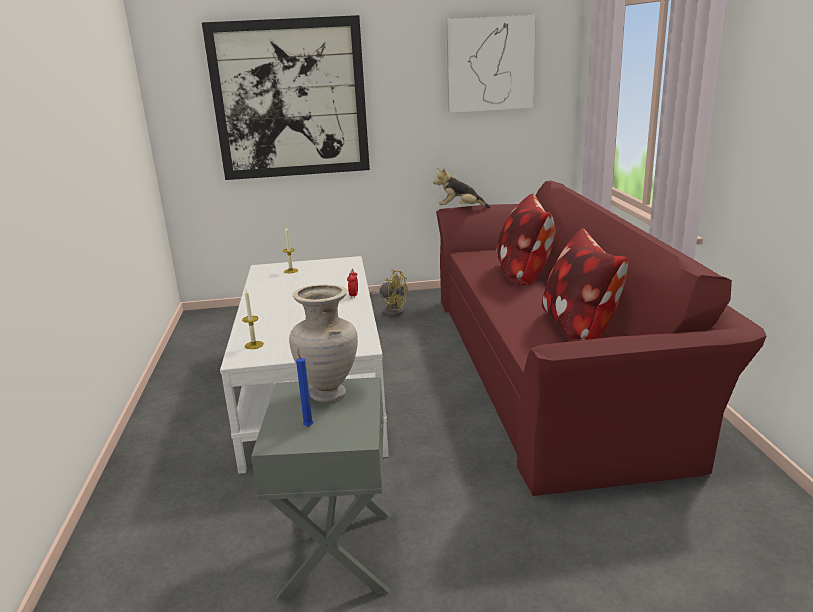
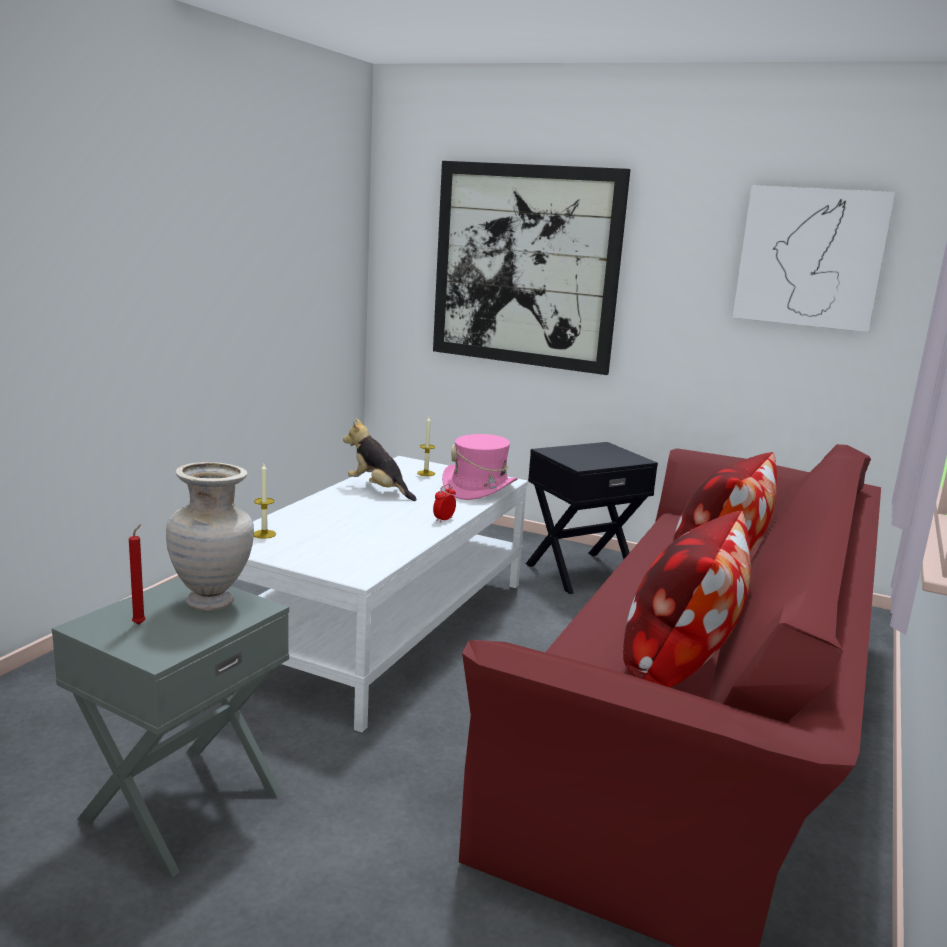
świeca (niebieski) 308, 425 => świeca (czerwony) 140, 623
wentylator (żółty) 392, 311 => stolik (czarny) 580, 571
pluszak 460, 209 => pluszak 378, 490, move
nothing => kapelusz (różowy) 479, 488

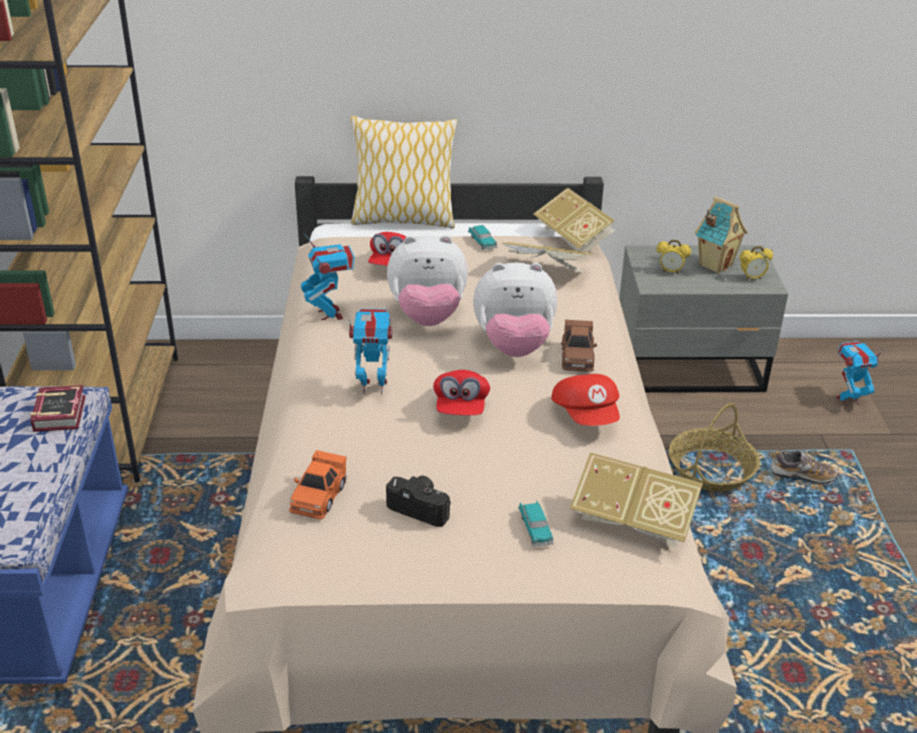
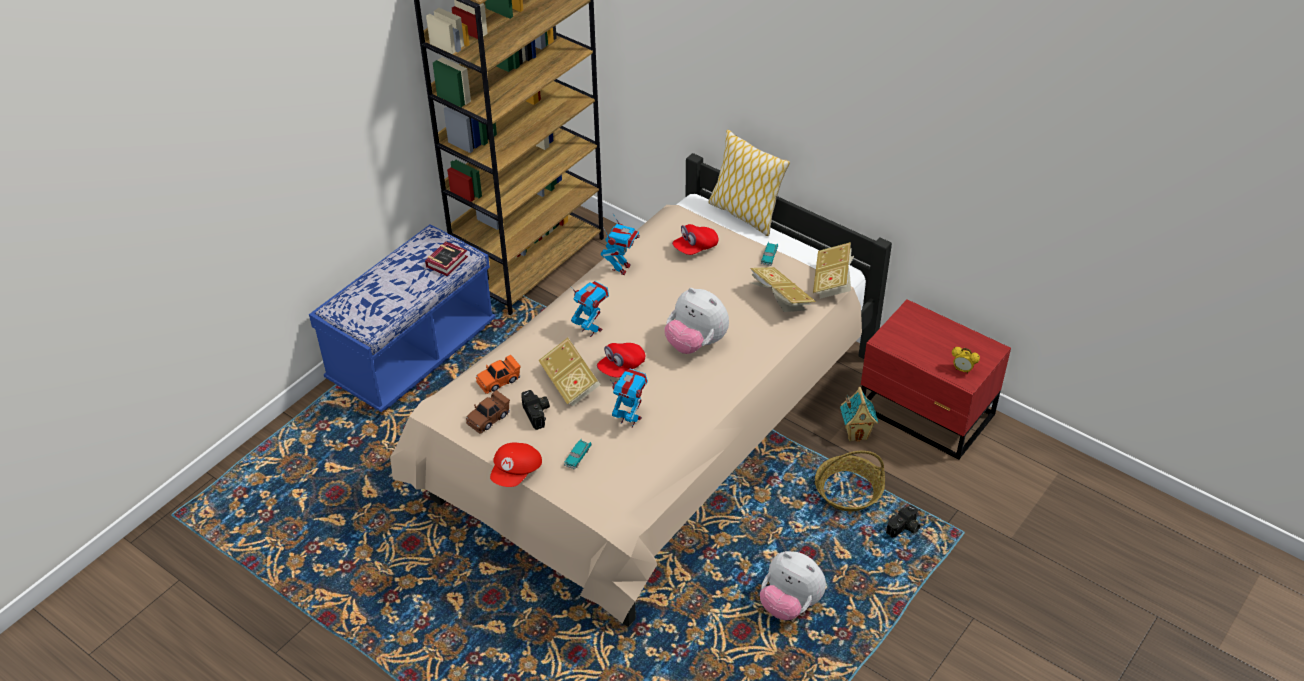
pluszak 428, 317 => pluszak 790, 604, move
czapka z daszkiem (czerwony) 587, 415 => czapka z daszkiem (czerwony) 517, 472, move
samochodzik (brązowy) 577, 356 => samochodzik (brązowy) 488, 418, move
książka 633, 520 => książka 571, 384, move
szafka nocna (szary) 691, 368 => szafka nocna (czerwony) 926, 414
budzik 670, 272 => nothing
domek 715, 265 => domek 856, 433, move
but 802, 476 => aparat fotograficzny 904, 529
robot zabawkowy 848, 400 => robot zabawkowy 630, 419, move

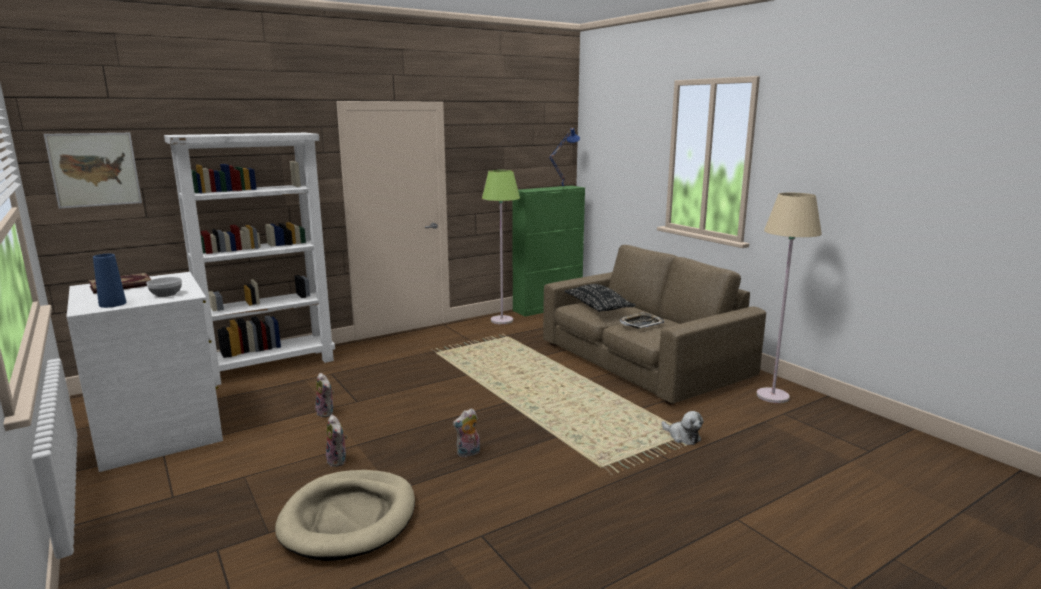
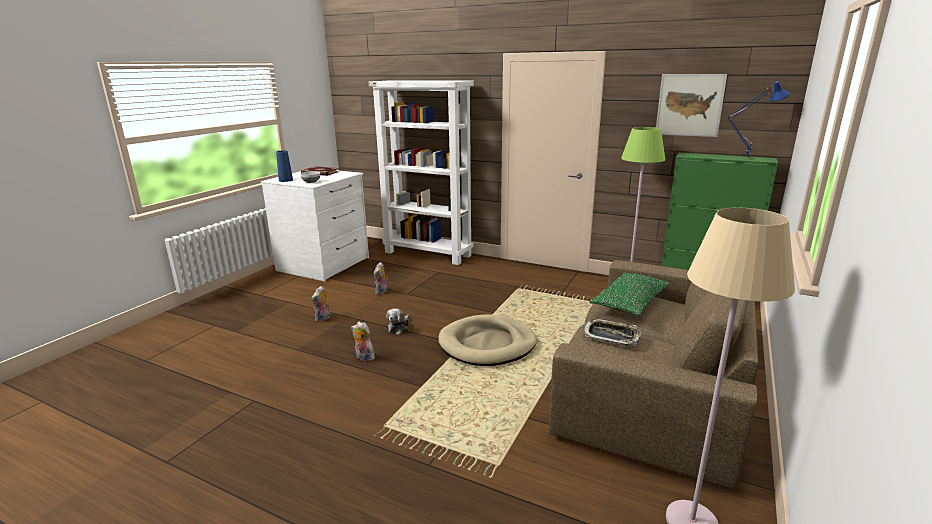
obraz 95, 169 => obraz 689, 105, move
legowisko (beżowy) 349, 518 => legowisko (beżowy) 487, 344, move
poduszka (czarny) 598, 307 => poduszka (zielony) 629, 303
pluszak 682, 437 => pluszak 399, 328, move

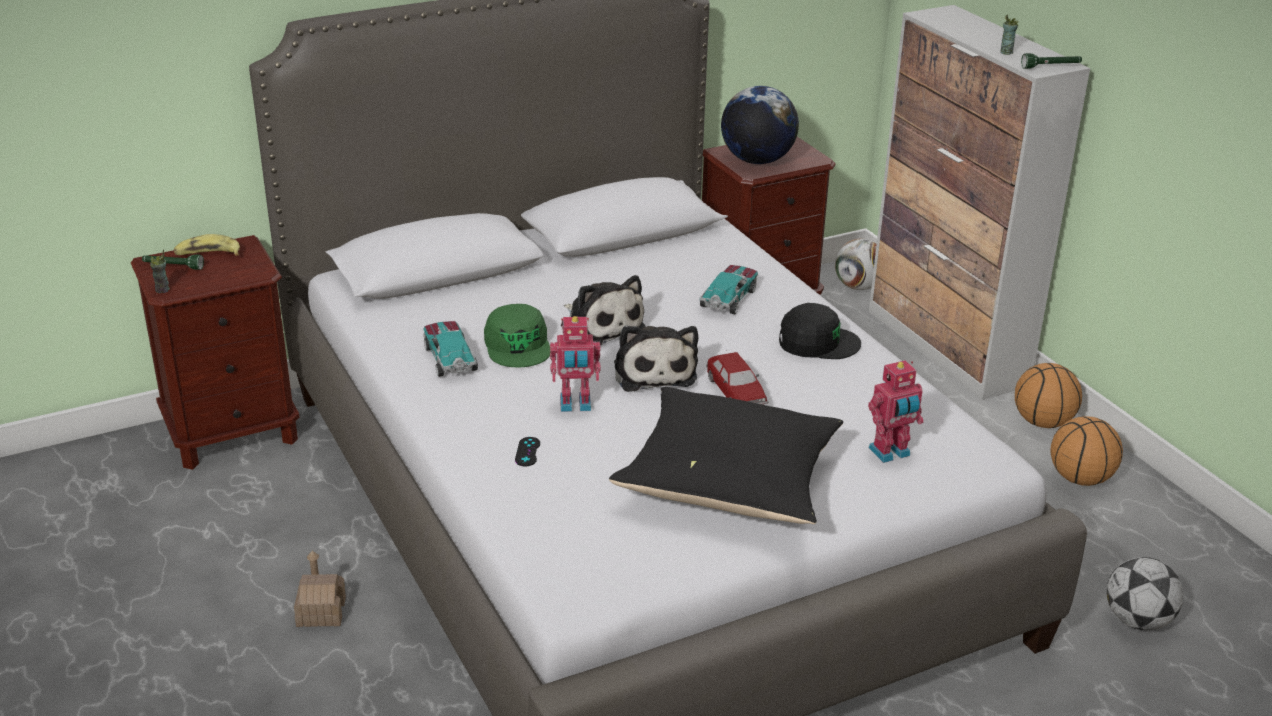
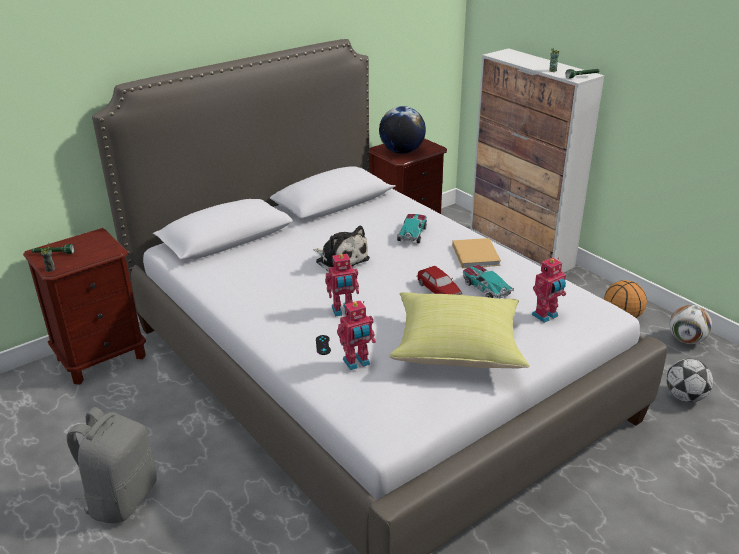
banan 208, 255 => nothing
domek 321, 612 => nothing
samochodzik 450, 358 => samochodzik 486, 288, move
czapka z daszkiem (zielony) 518, 345 => nothing
poduszka (czarny) 731, 485 => poduszka (żółty) 458, 349
pluszak 653, 371 => nothing
czapka z daszkiem (czarny) 817, 342 => książka (beżowy) 475, 254
piłka futbolowa 858, 287 => piłka futbolowa 686, 340, move
piłka do koszykówki 1041, 422 => nothing
nothing => plecak (szary) 121, 498
nothing => robot zabawkowy 357, 363

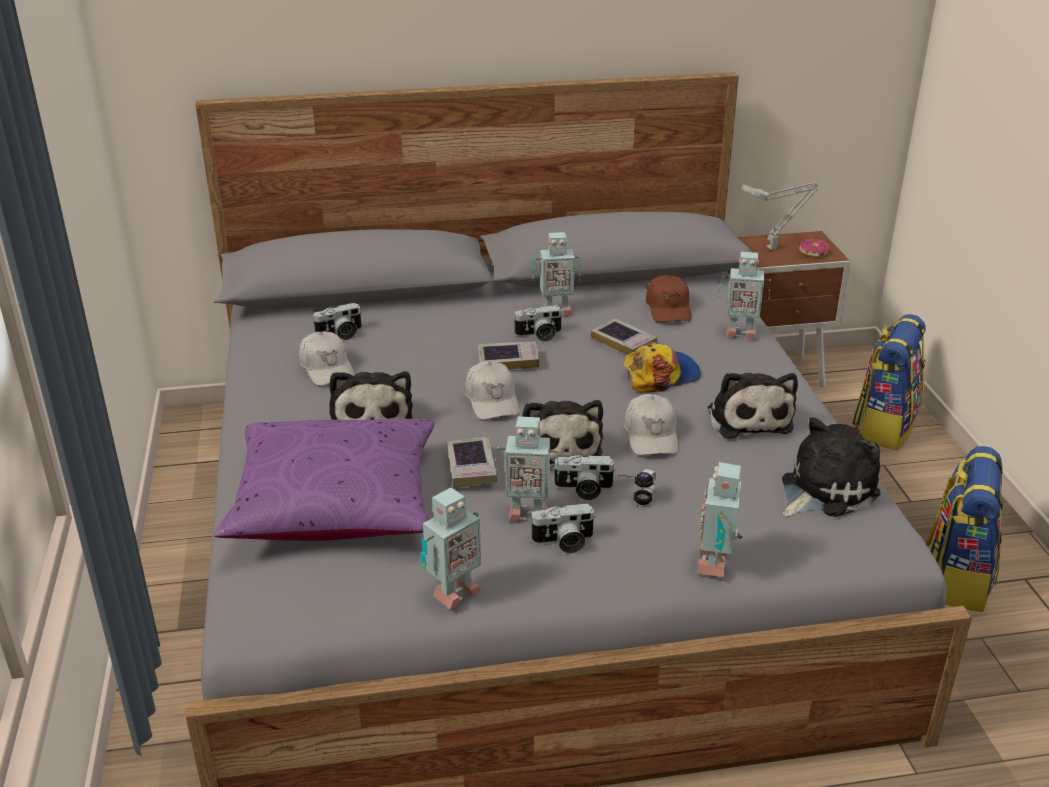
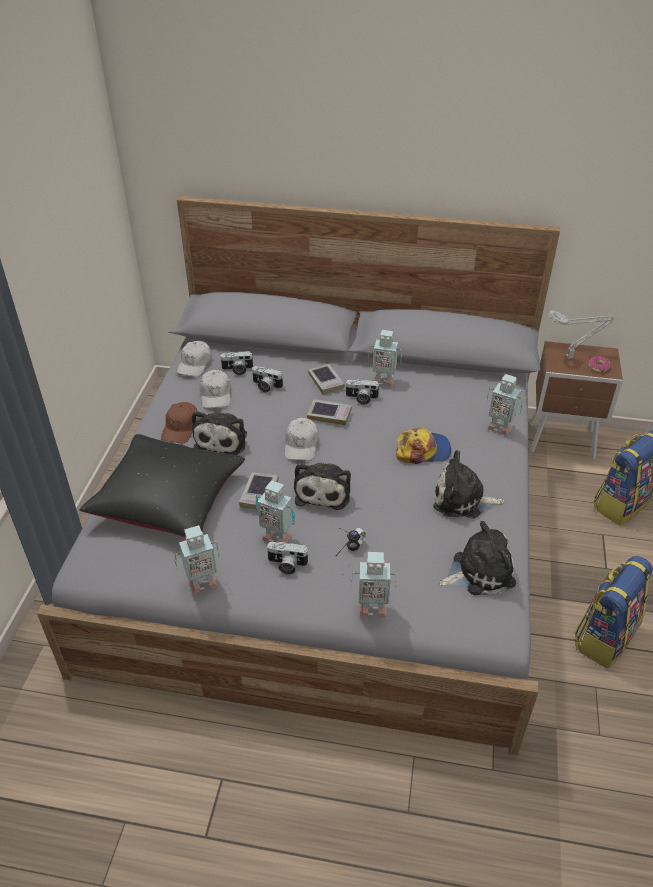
poduszka (fioletowy) 335, 503 => poduszka (czarny) 167, 499
aparat fotograficzny 583, 490 => aparat fotograficzny 266, 386, move
książka 623, 342 => książka 326, 381, move
czapka z daszkiem (biały) 651, 435 => czapka z daszkiem (biały) 195, 364, move
czapka z daszkiem (brązowy) 668, 309 => czapka z daszkiem (brązowy) 181, 428, move
robot zabawkowy 716, 563 => robot zabawkowy 372, 608, 120 degrees counterclockwise
pluszak 748, 417 => pluszak 462, 499, 90 degrees clockwise

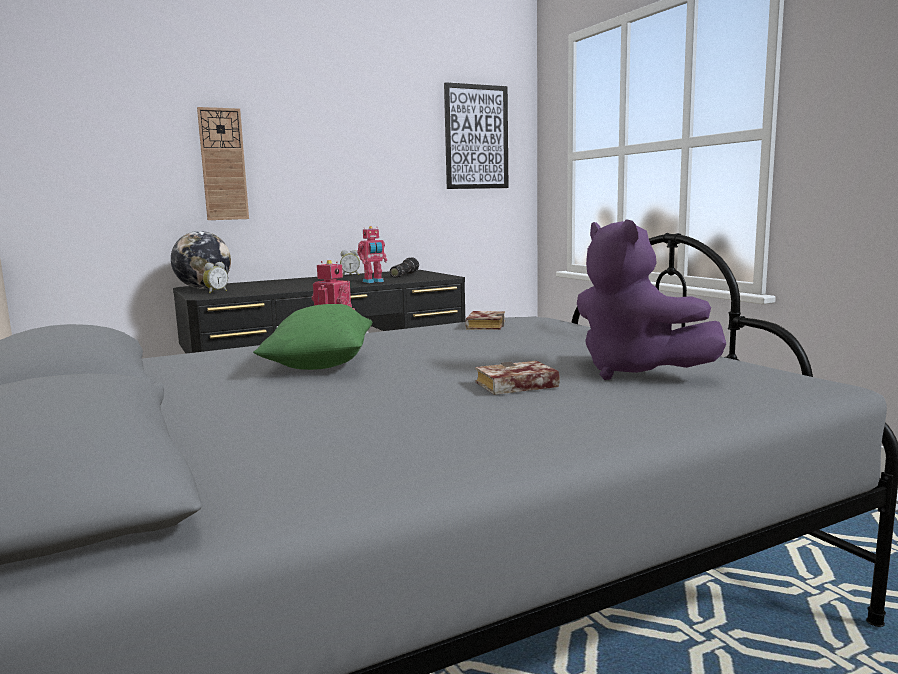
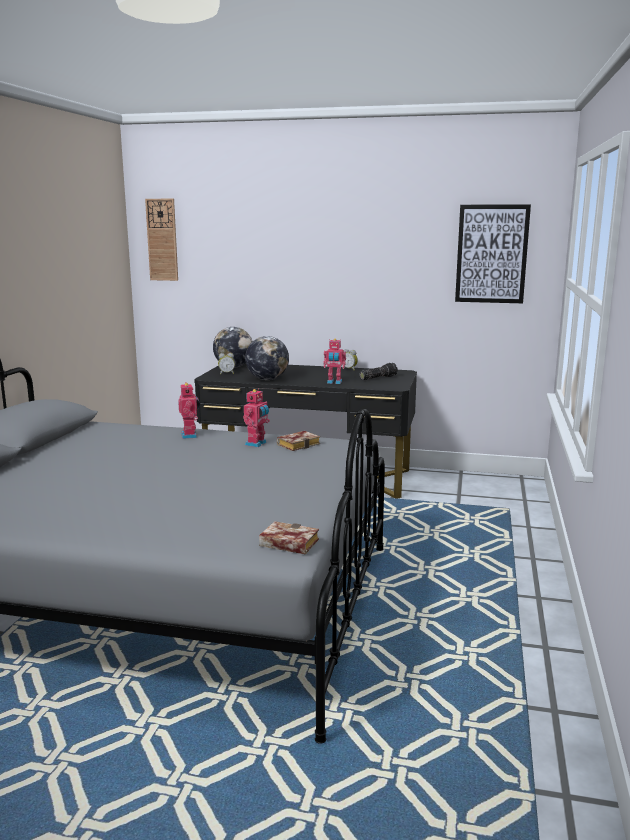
zegar ścienny 223, 164 => zegar ścienny 162, 240, move
poduszka (zielony) 319, 365 => nothing
książka 514, 386 => książka 286, 543, move
pluszak (fioletowy) 634, 372 => nothing
nothing => robot zabawkowy 257, 444
nothing => globus 267, 379

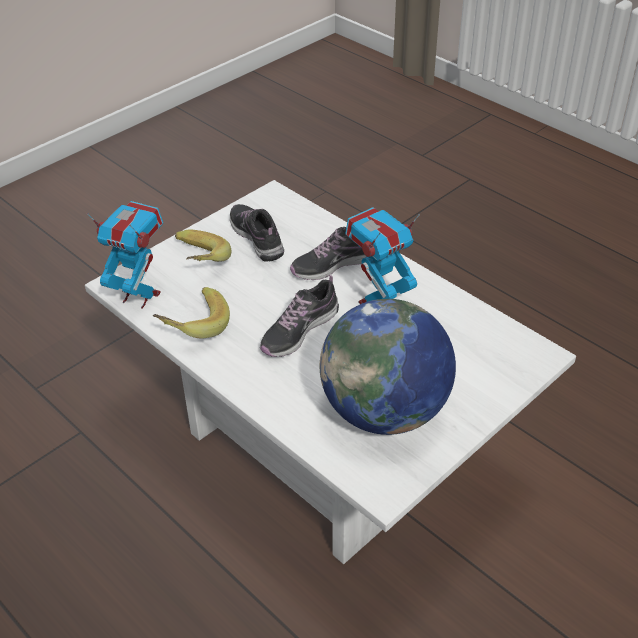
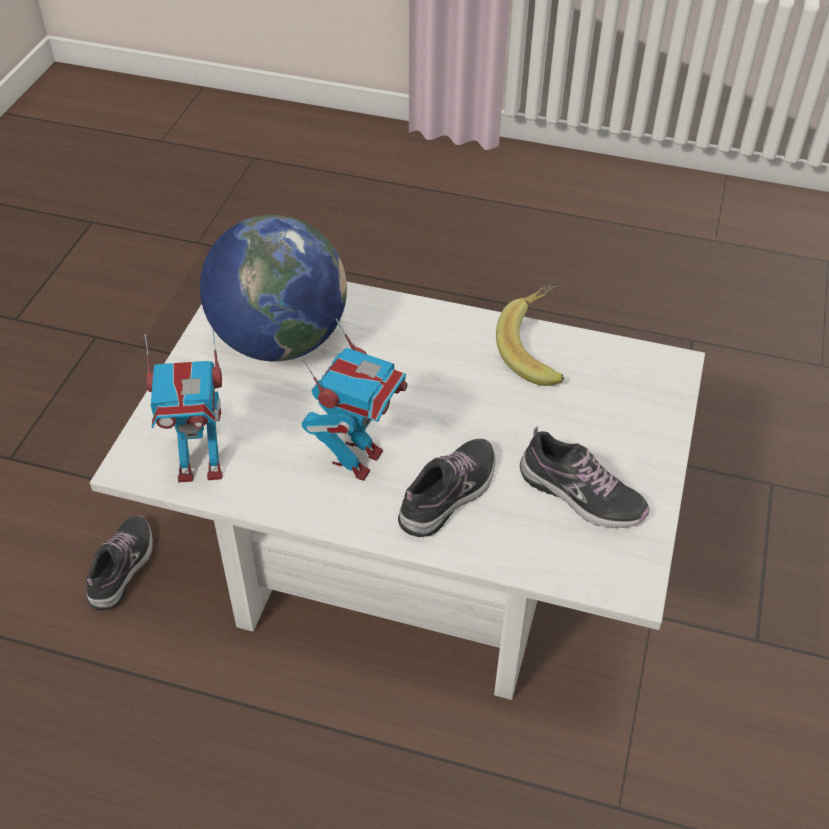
robot zabawkowy 140, 296 => robot zabawkowy 201, 466, move
banan 197, 263 => nothing
but 299, 331 => but 122, 567, move

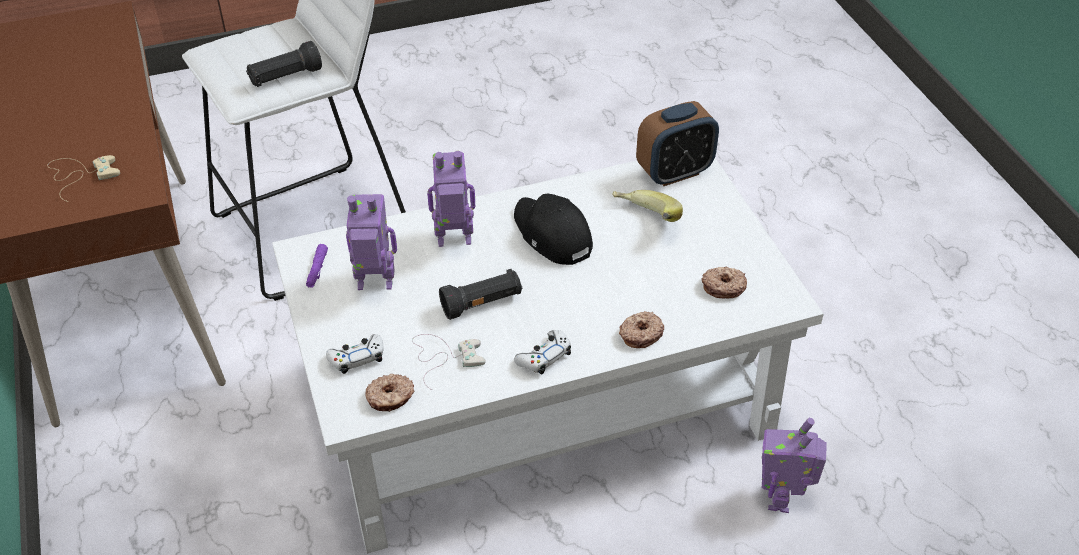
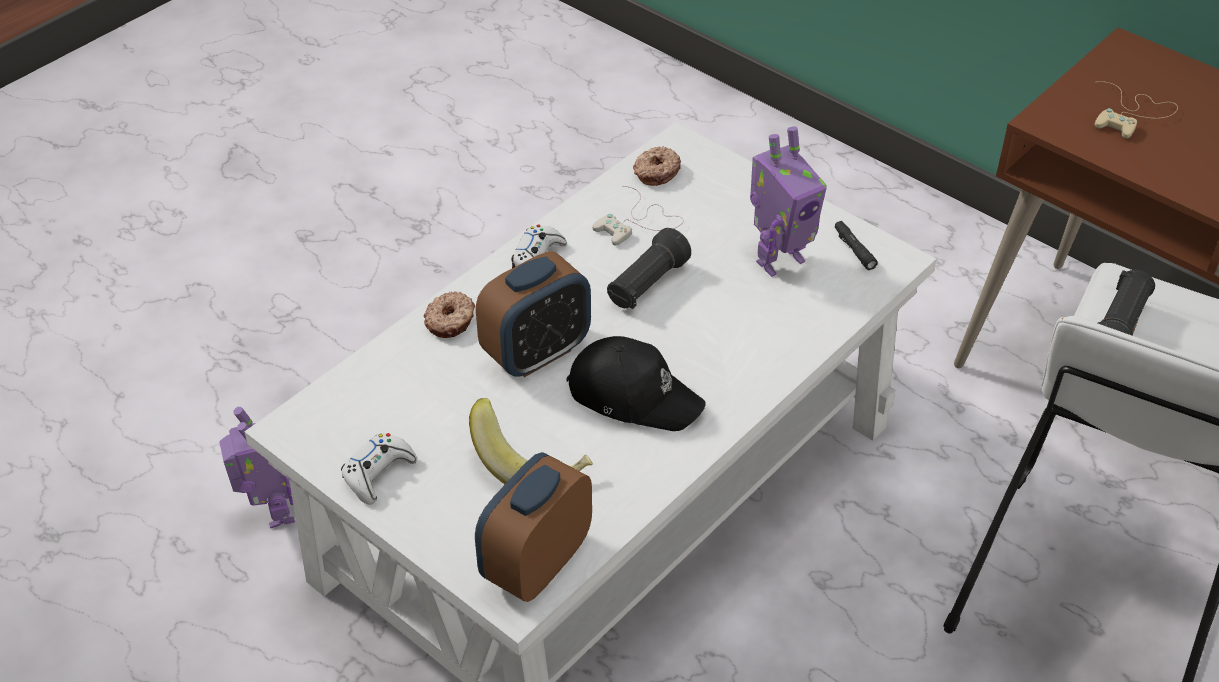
latarka (fioletowy) 317, 269 => latarka (czarny) 853, 249
pad do gier (biały) 357, 358 => pad do gier (biały) 378, 473, move
robot zabawkowy 454, 240 => nothing
donut 723, 286 => nothing
nothing => budzik 536, 353

